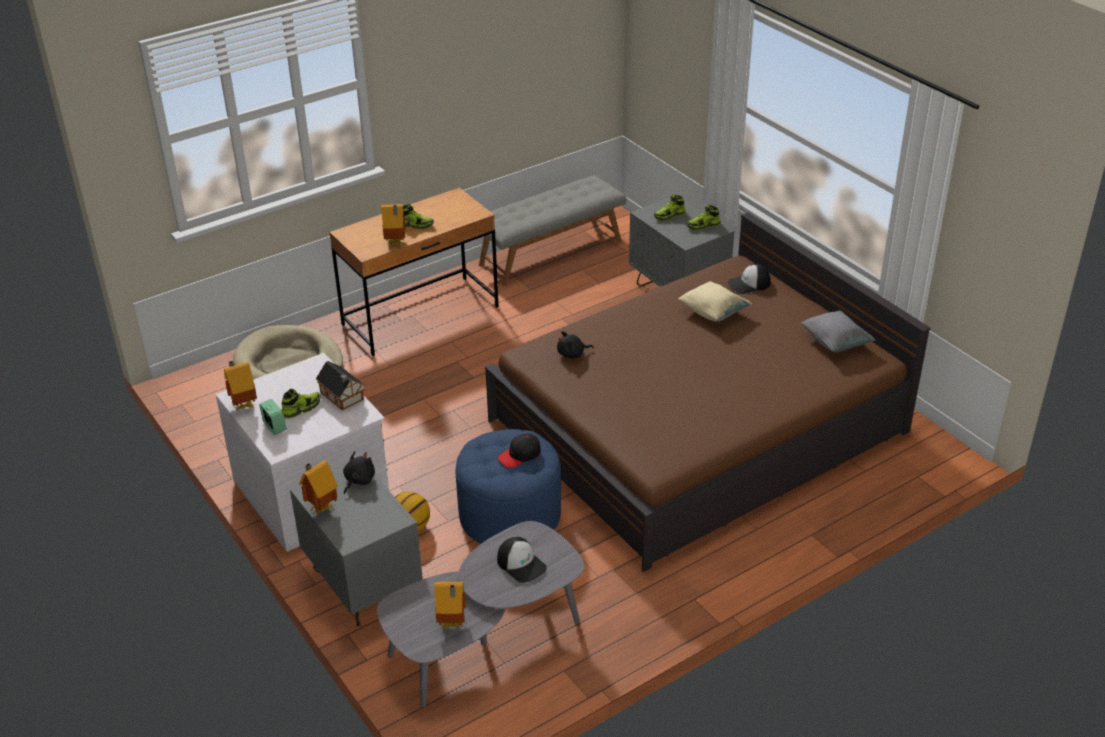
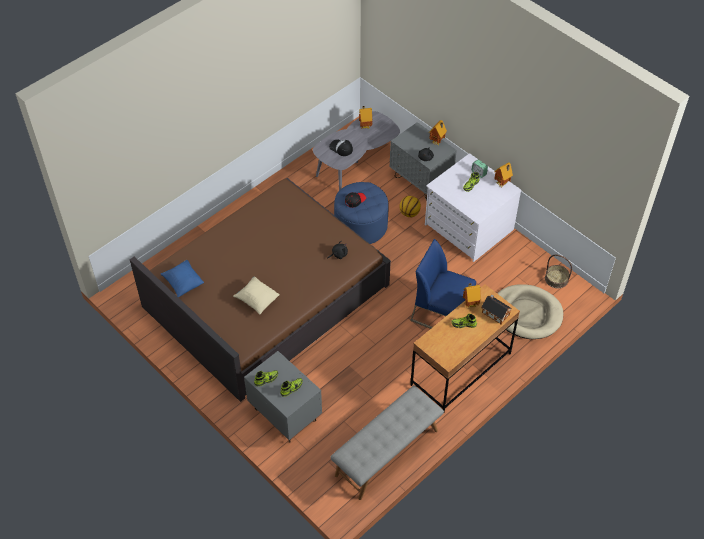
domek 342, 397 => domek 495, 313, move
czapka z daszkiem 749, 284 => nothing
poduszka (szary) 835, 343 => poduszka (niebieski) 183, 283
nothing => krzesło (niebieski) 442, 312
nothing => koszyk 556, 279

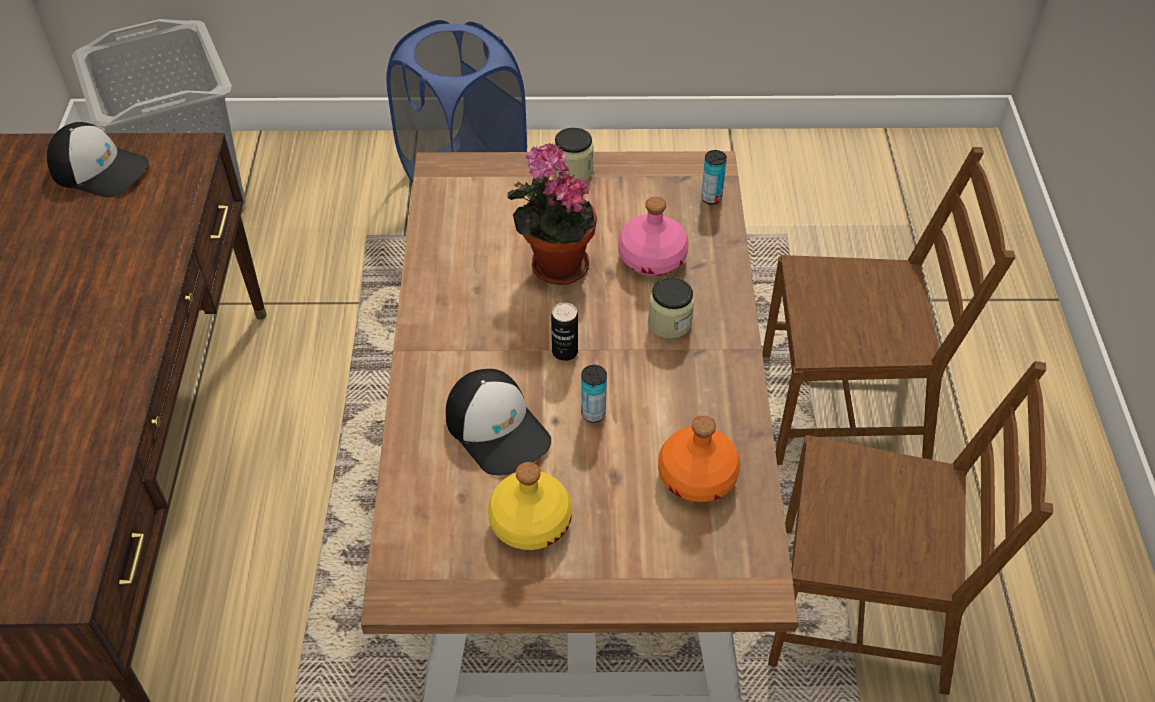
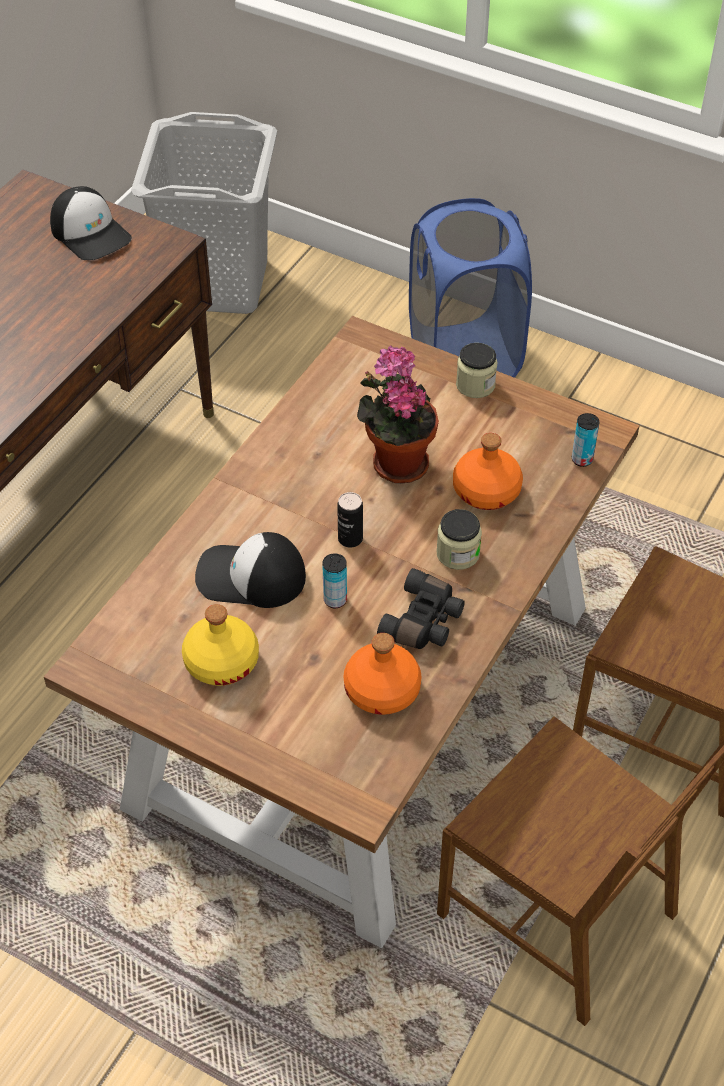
czapka z daszkiem 498, 428 => czapka z daszkiem 250, 577, 105 degrees clockwise
butelka (różowy) 653, 258 => butelka (pomarańczowy) 486, 491
nothing => lornetka (czarny) 424, 622

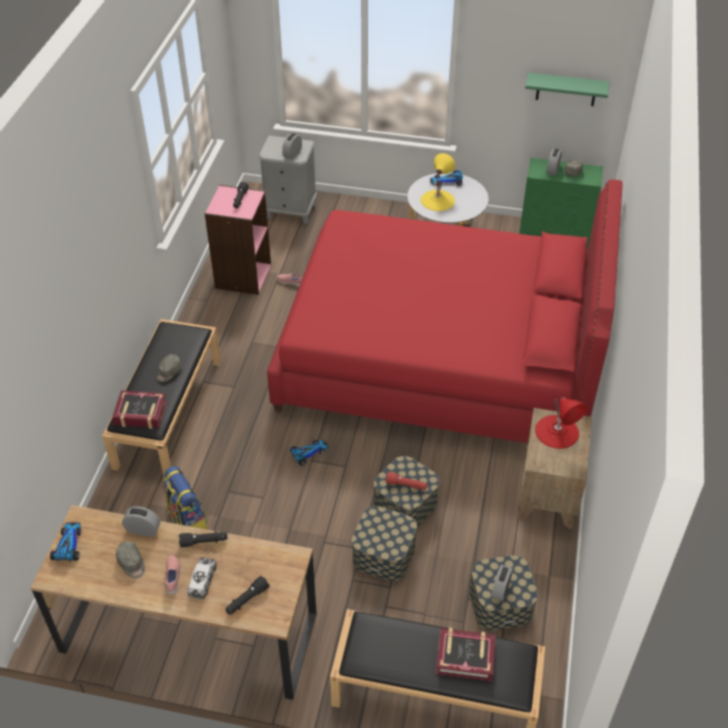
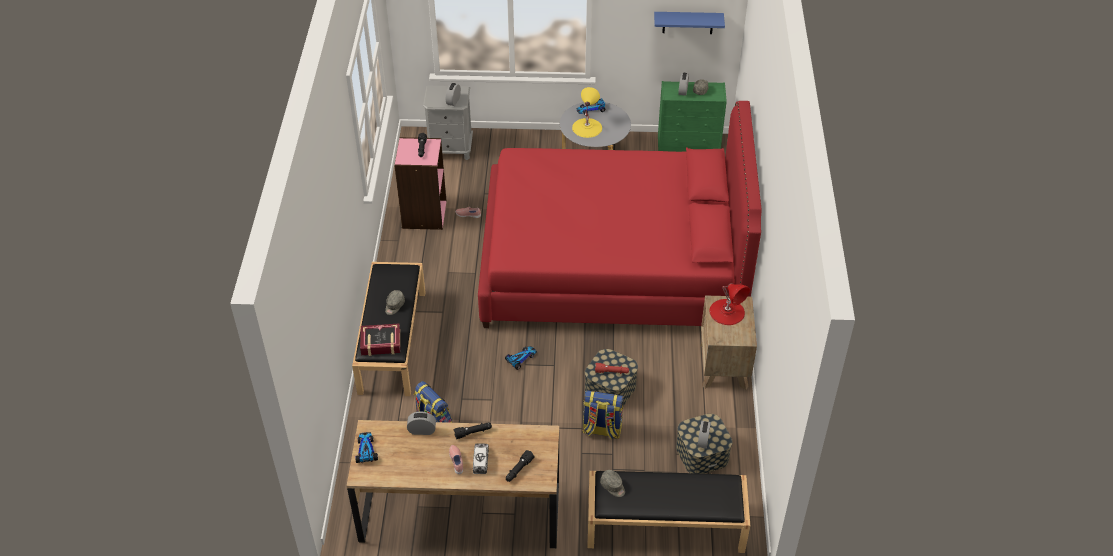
czapka z daszkiem (szary) 132, 564 => czapka z daszkiem (szary) 613, 486, move
pojemnik do przechowywania 383, 554 => plecak 601, 429
książka 465, 657 => nothing
półka (zielony) 566, 89 => półka (niebieski) 688, 22

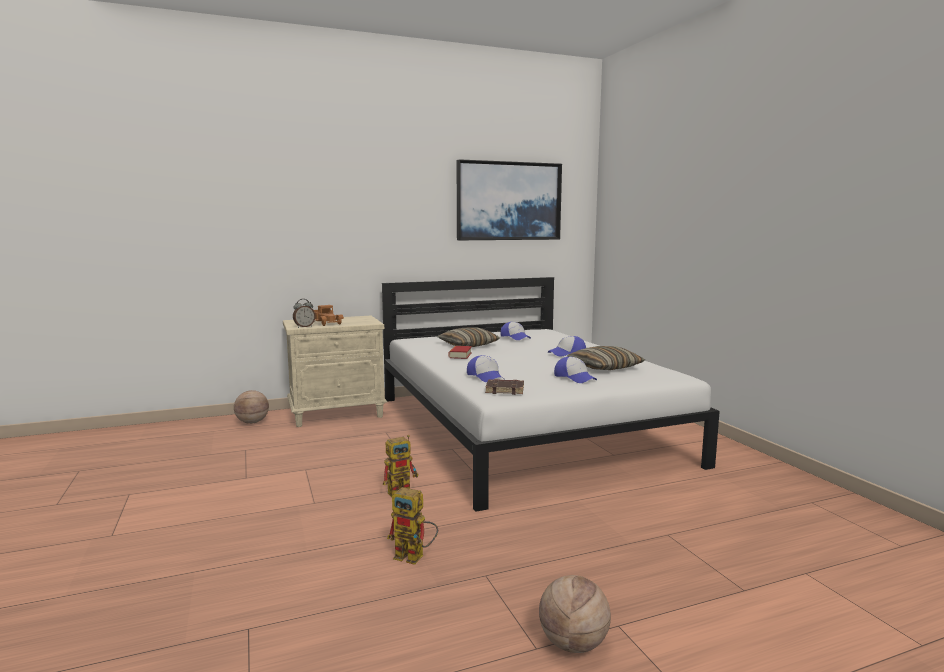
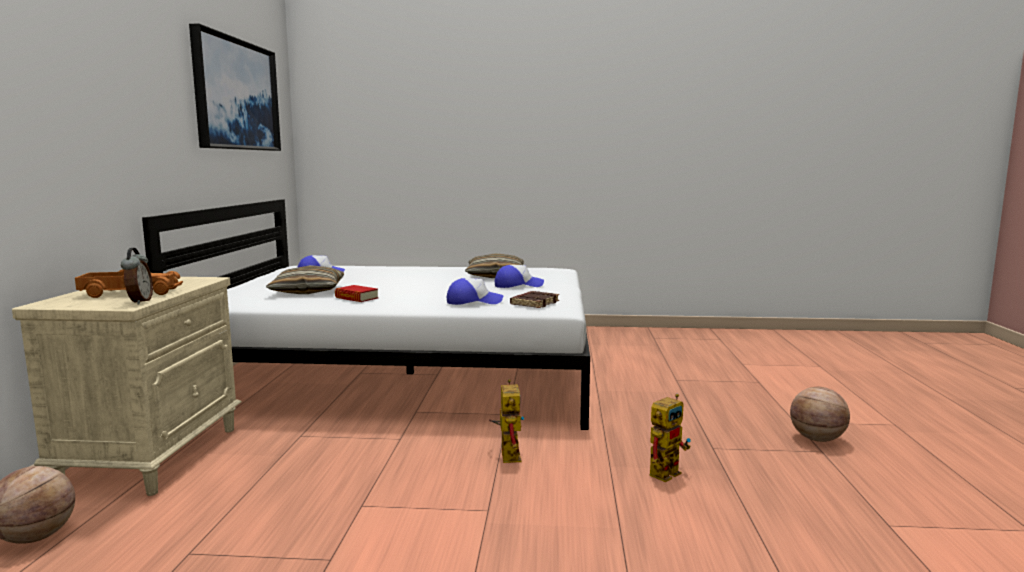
czapka z daszkiem 567, 353 => nothing

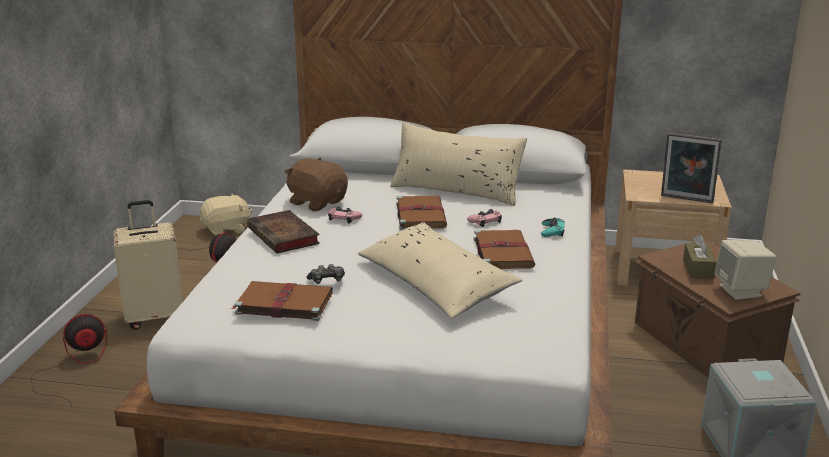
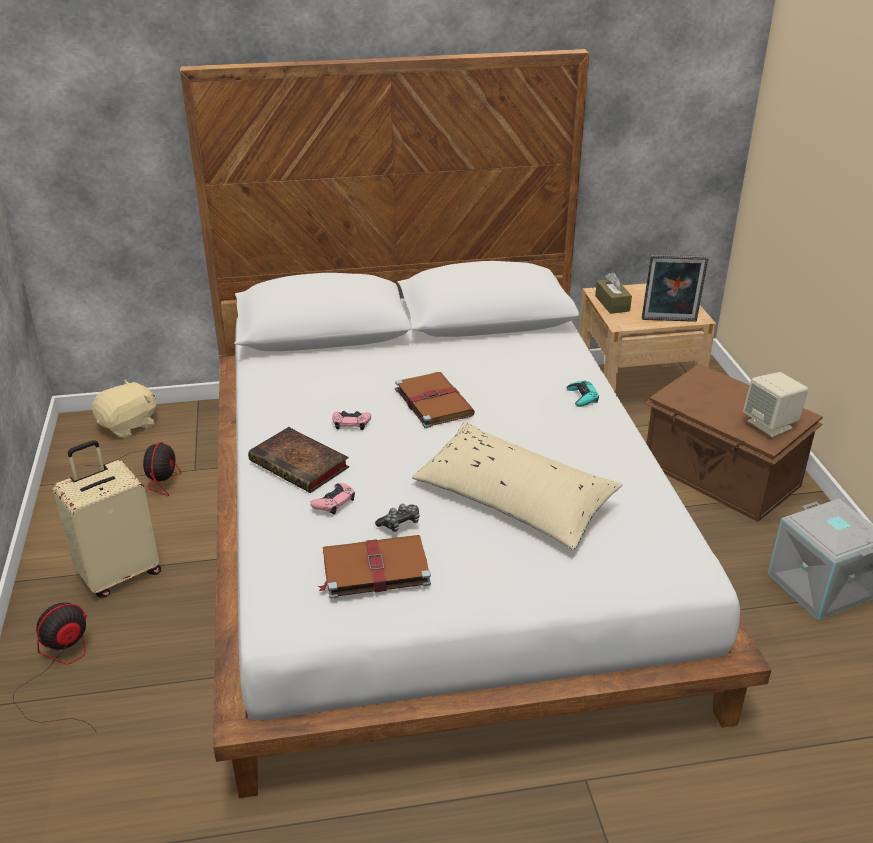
pluszak (brązowy) 317, 202 => nothing
poduszka (beżowy) 456, 190 => nothing
pad do gier (różowy) 485, 221 => pad do gier (różowy) 334, 502, move
książka (brązowy) 502, 252 => nothing
pudełko chusteczek (brązowy) 698, 269 => pudełko chusteczek (brązowy) 612, 303, move

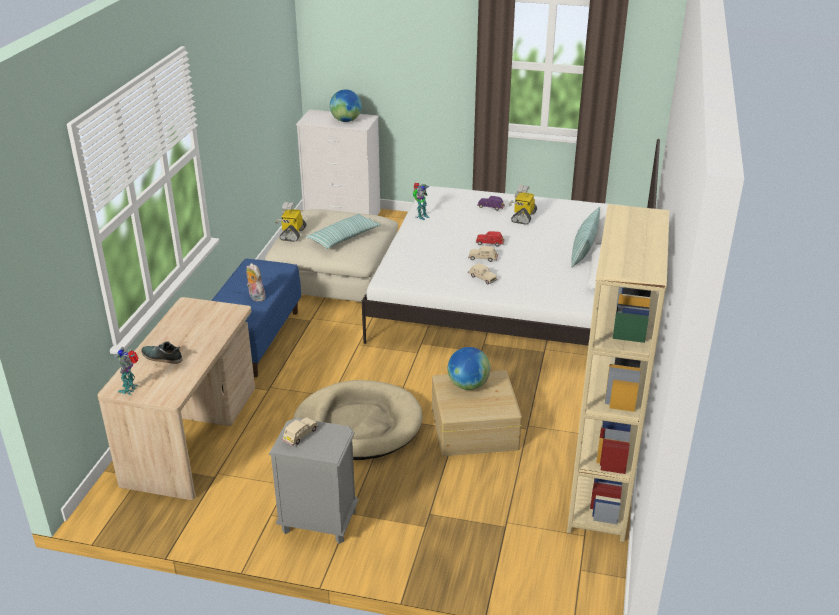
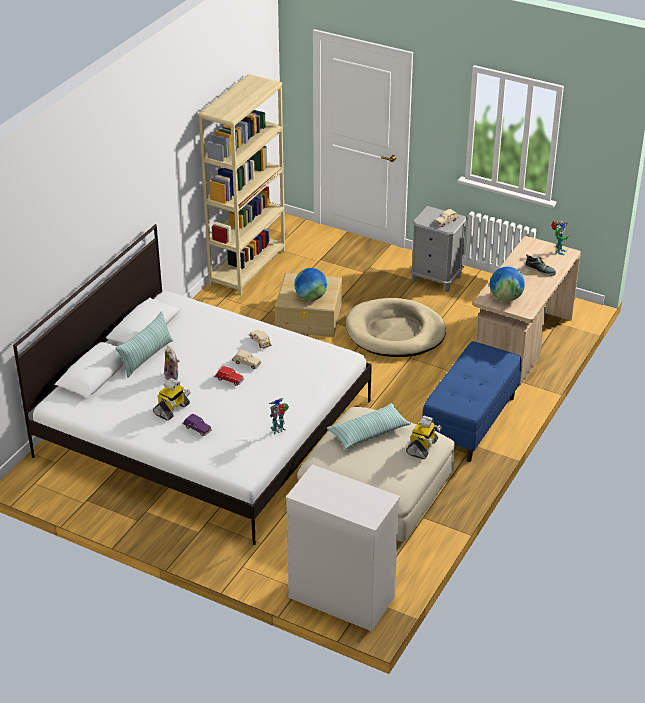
pluszak 255, 297 => pluszak 173, 376, move
globus 346, 121 => globus 505, 298, move

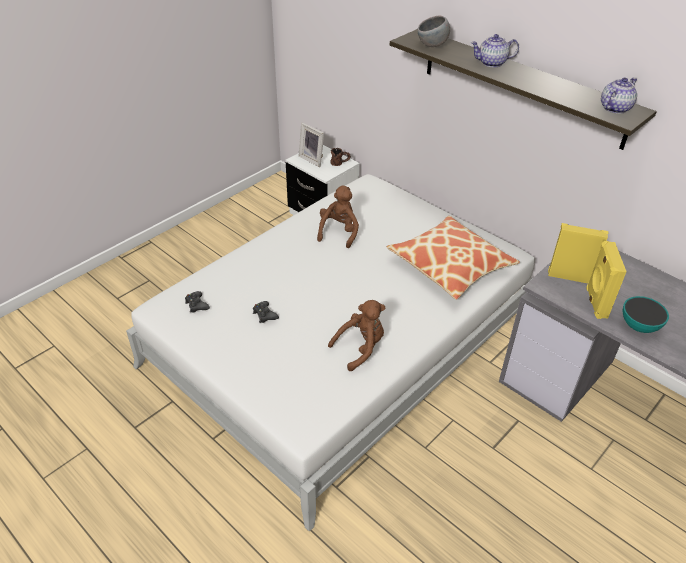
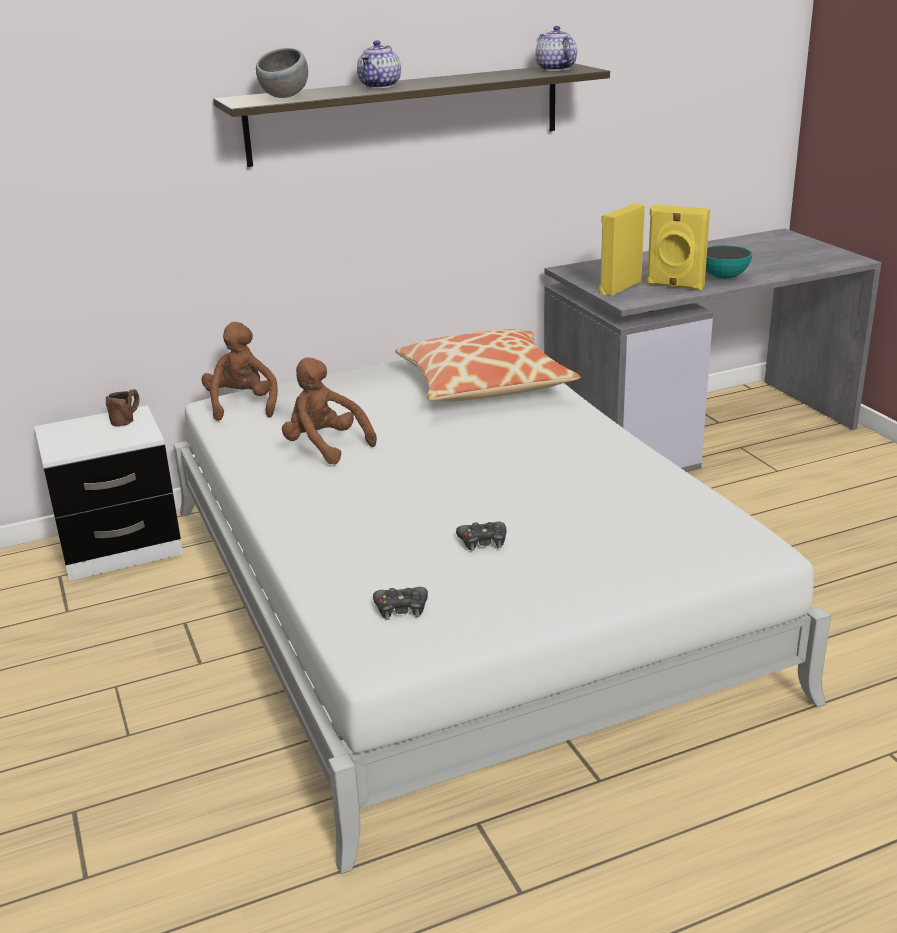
ramka na zdjęcie 313, 159 => nothing
pluszak (brązowy) 360, 348 => pluszak (brązowy) 242, 405, move

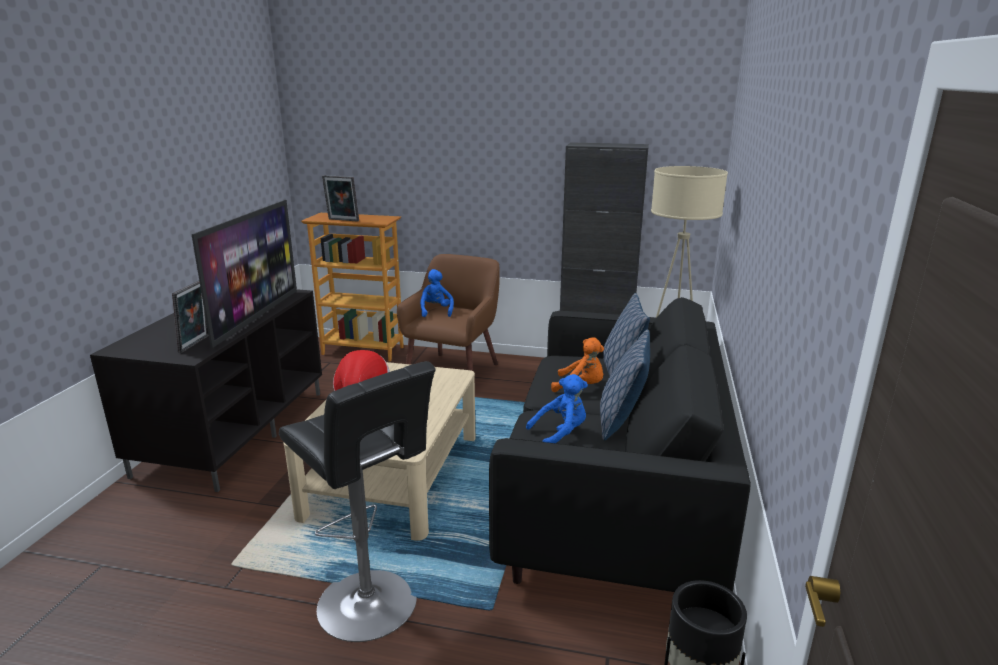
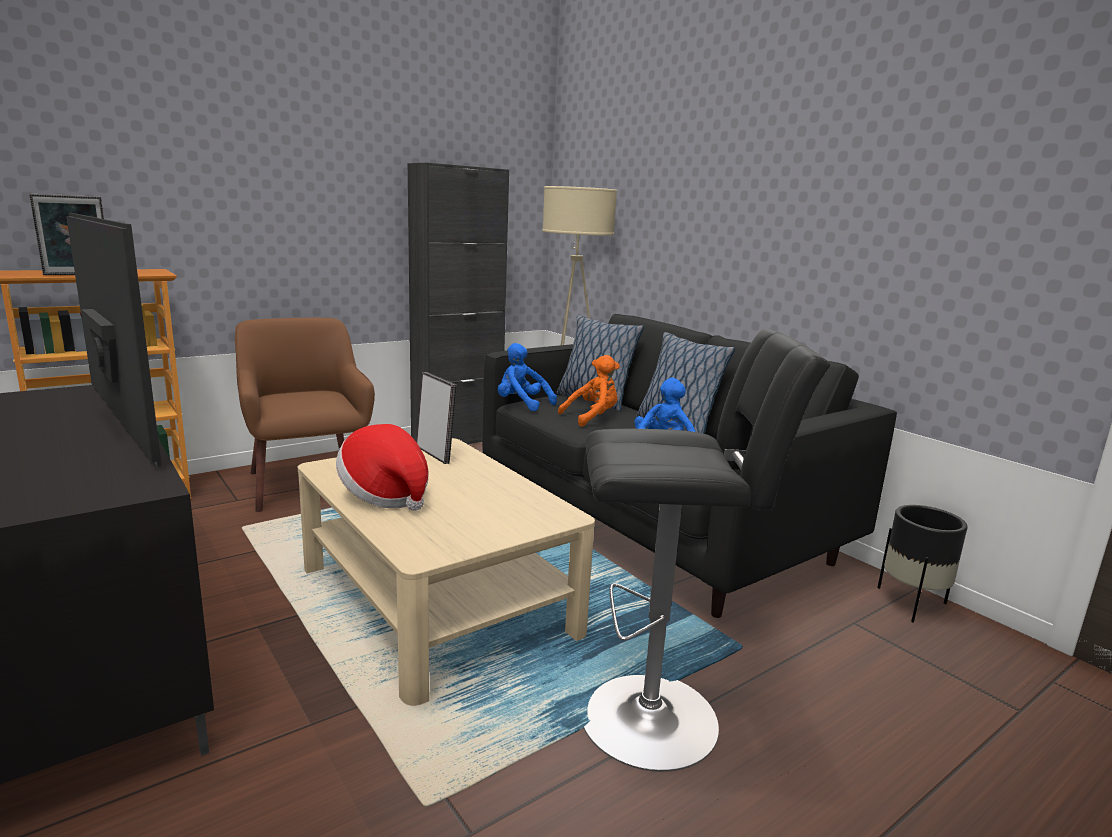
ramka na zdjęcie 197, 344 => ramka na zdjęcie 435, 454, move
pluszak (niebieski) 435, 311 => pluszak (niebieski) 522, 404, move

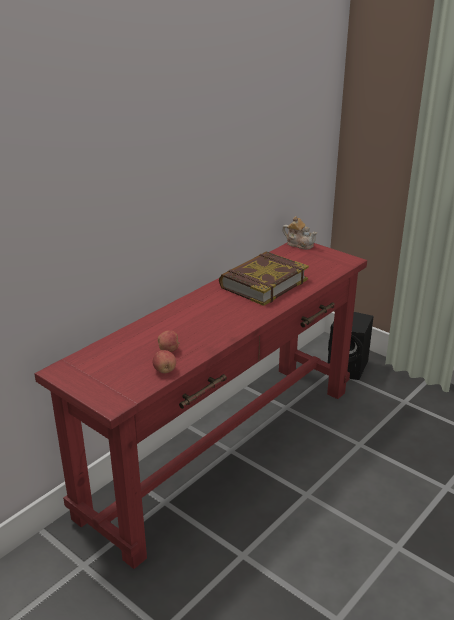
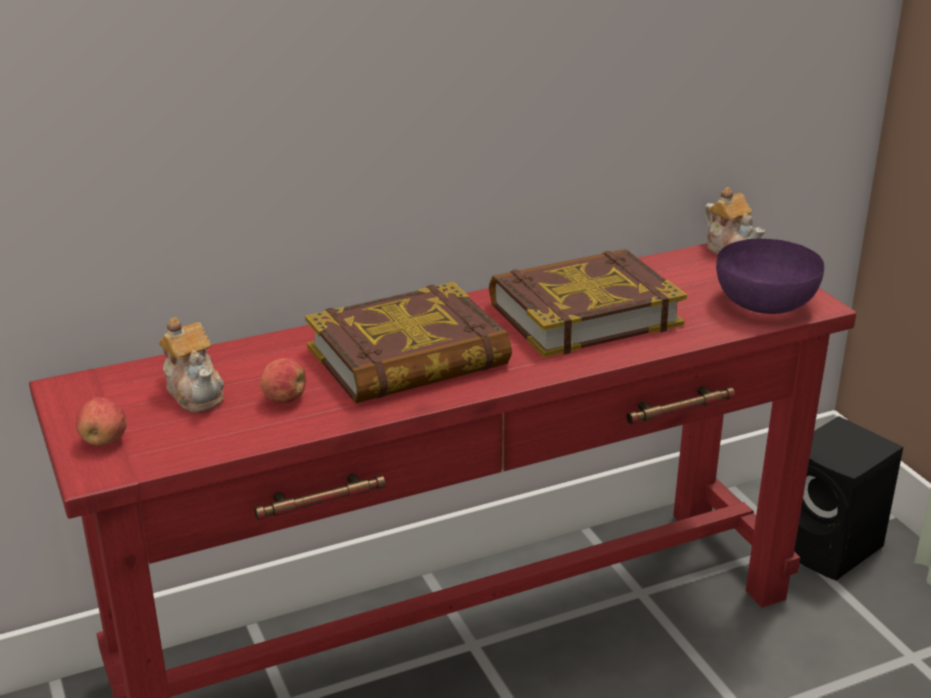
jabłko 164, 370 => jabłko 104, 440, move
nothing => imbryk 195, 392
nothing => książka 408, 357
nothing => miska (fioletowy) 765, 303

